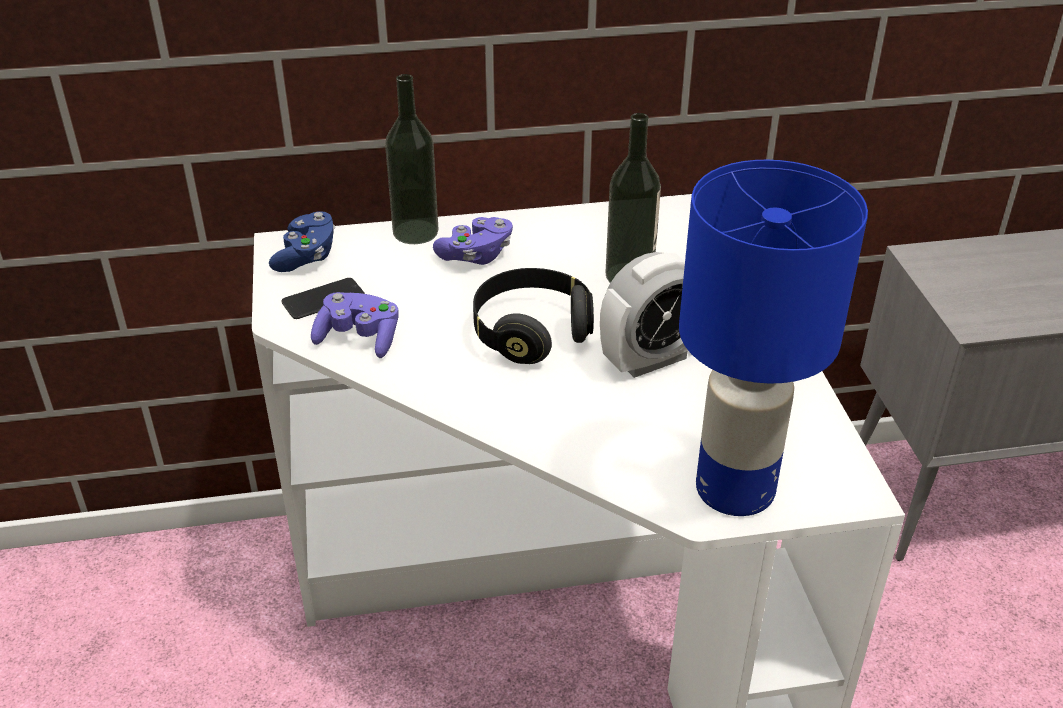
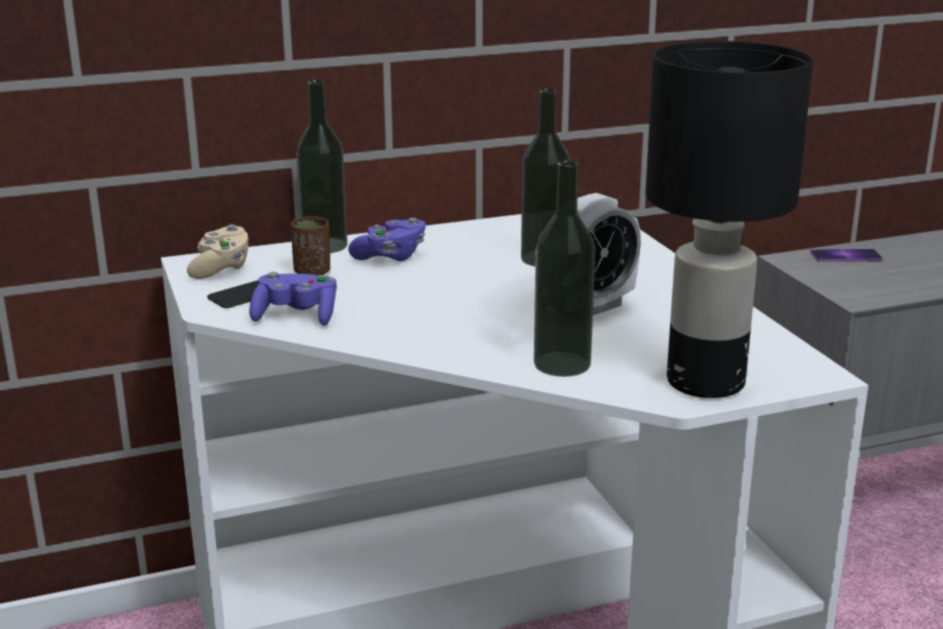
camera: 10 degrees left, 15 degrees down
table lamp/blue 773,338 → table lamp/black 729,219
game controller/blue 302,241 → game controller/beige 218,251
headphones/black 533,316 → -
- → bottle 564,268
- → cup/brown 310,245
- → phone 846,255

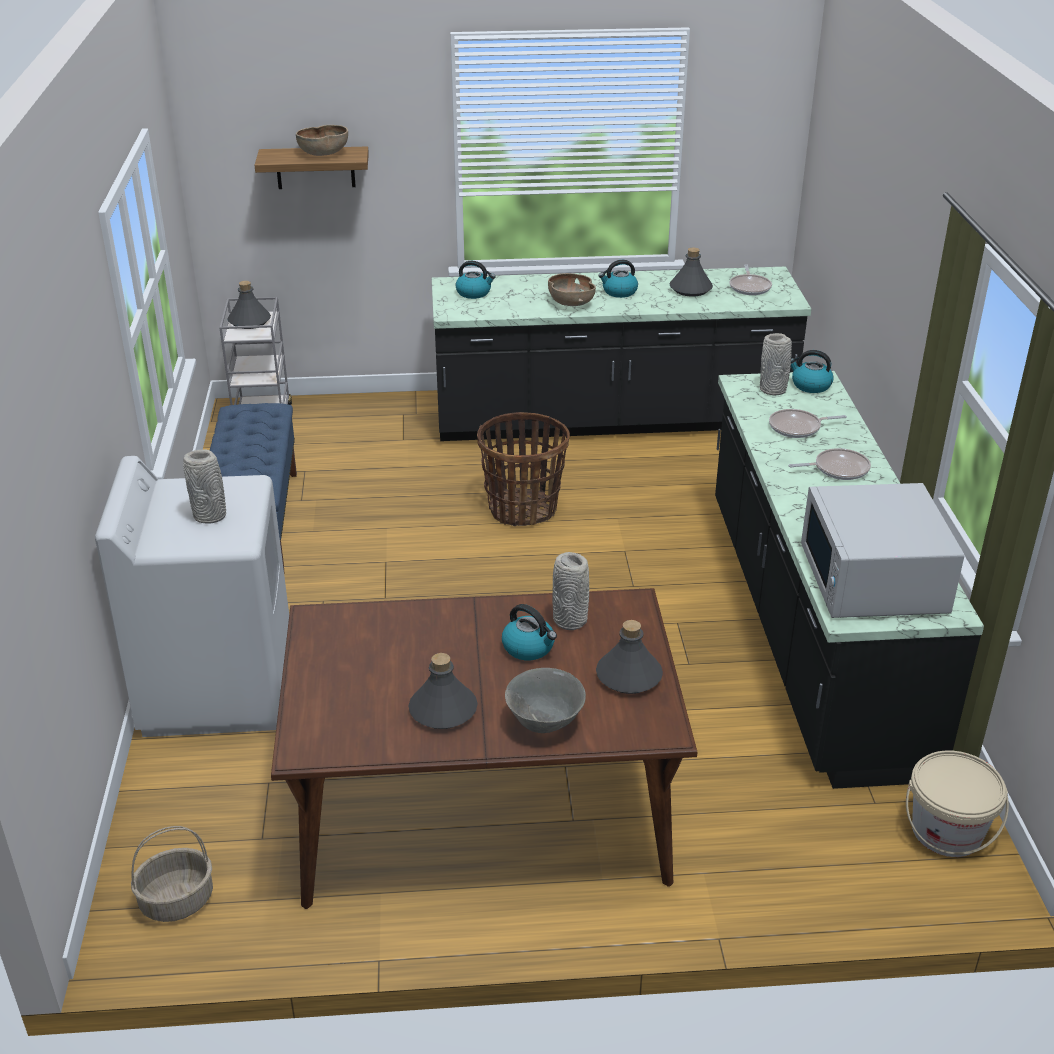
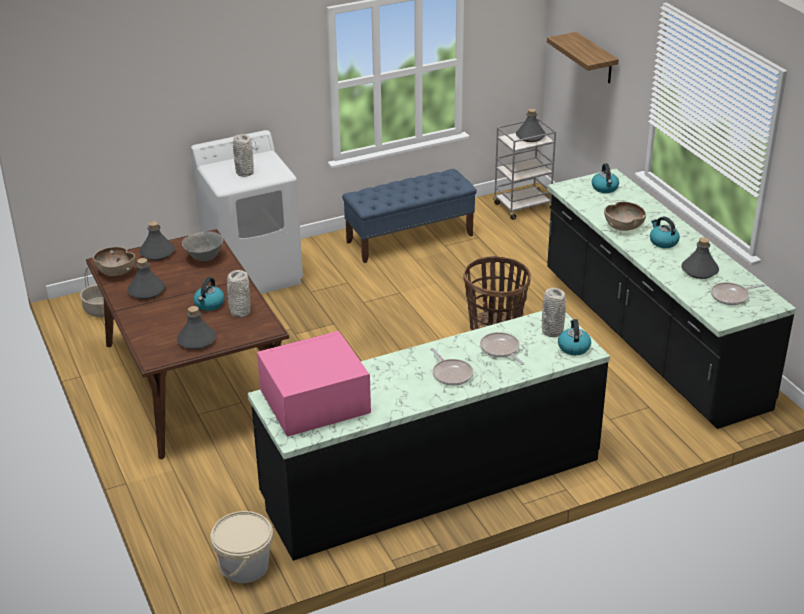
camera: 70 degrees right, 0 degrees up
bowl/brown 322,140 → bowl/brown 114,261, moved
microwave/white 882,550 → microwave/pink 314,383
bowl/grey 545,700 → bowl/grey 202,246, moved
- → bottle/grey 157,241

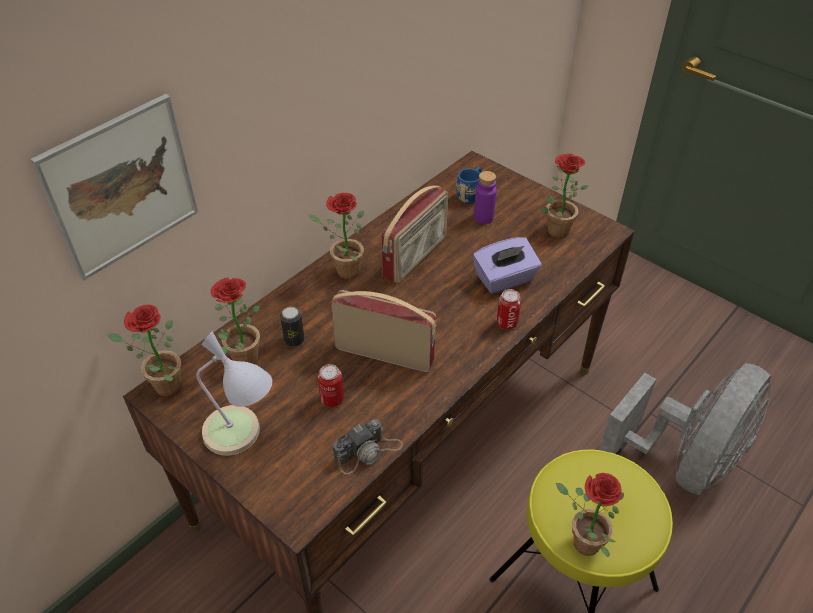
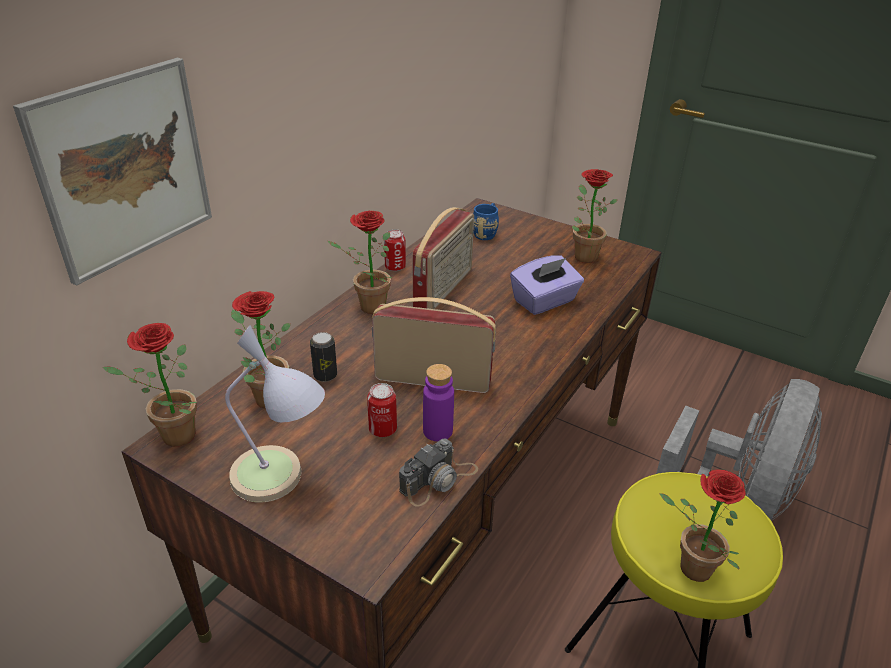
camera: 10 degrees left, 10 degrees down
bottle/purple 485,197 → bottle/purple 438,403, moved
can 508,309 → can 395,250, moved

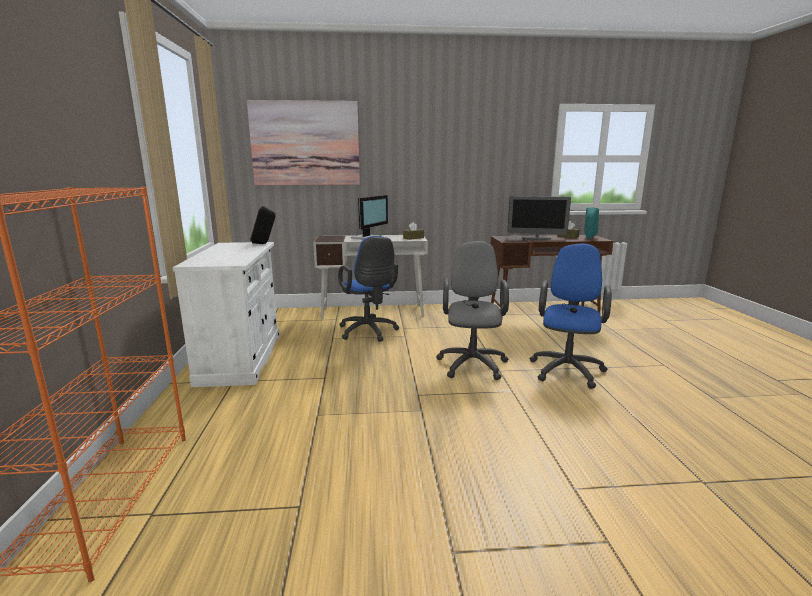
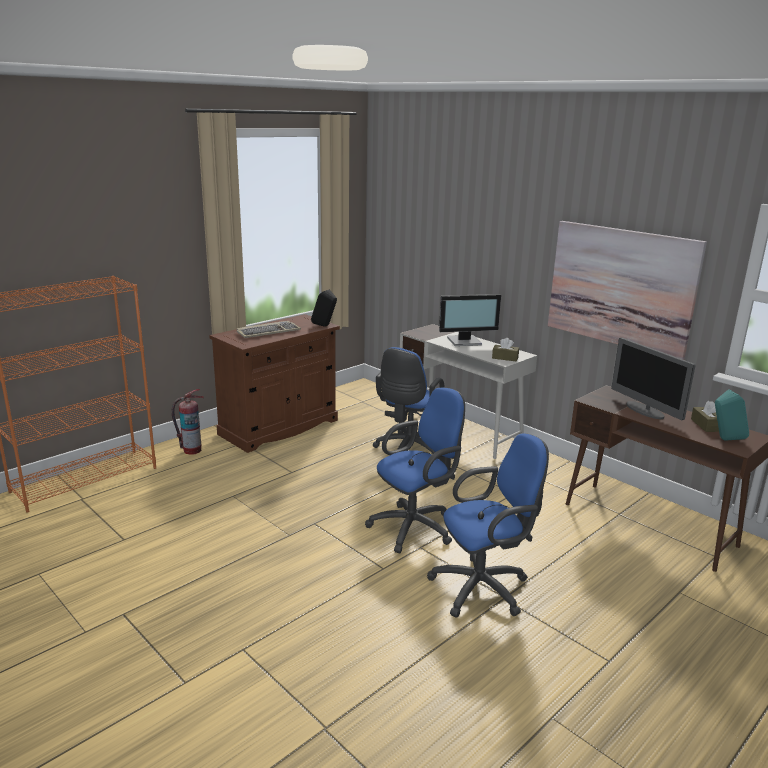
camera: 50 degrees right, 5 degrees up
picture 303,142 → picture 627,290, moved
office chair/grey 472,310 → office chair/blue 415,470
cabinet/white 226,314 → cabinet/brown 274,383
- → keyboard 269,329
- → fire extinguisher 187,422

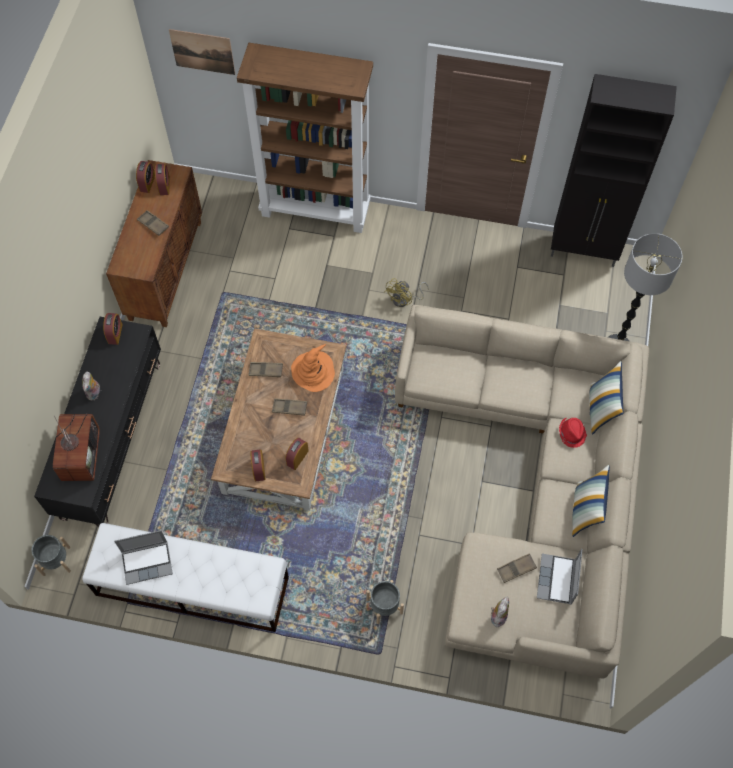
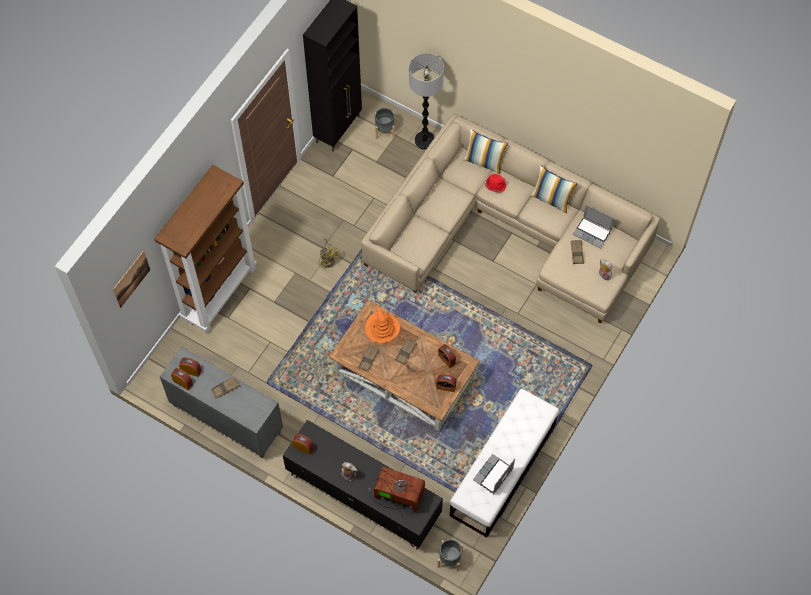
camera: 70 degrees left, 0 degrees up
cabinet/brown 154,243 → cabinet/grey 221,403
laptop 143,557 → laptop 494,474, 150 degrees counterclockwise
planter/grey 385,602 → planter/grey 385,123, moved

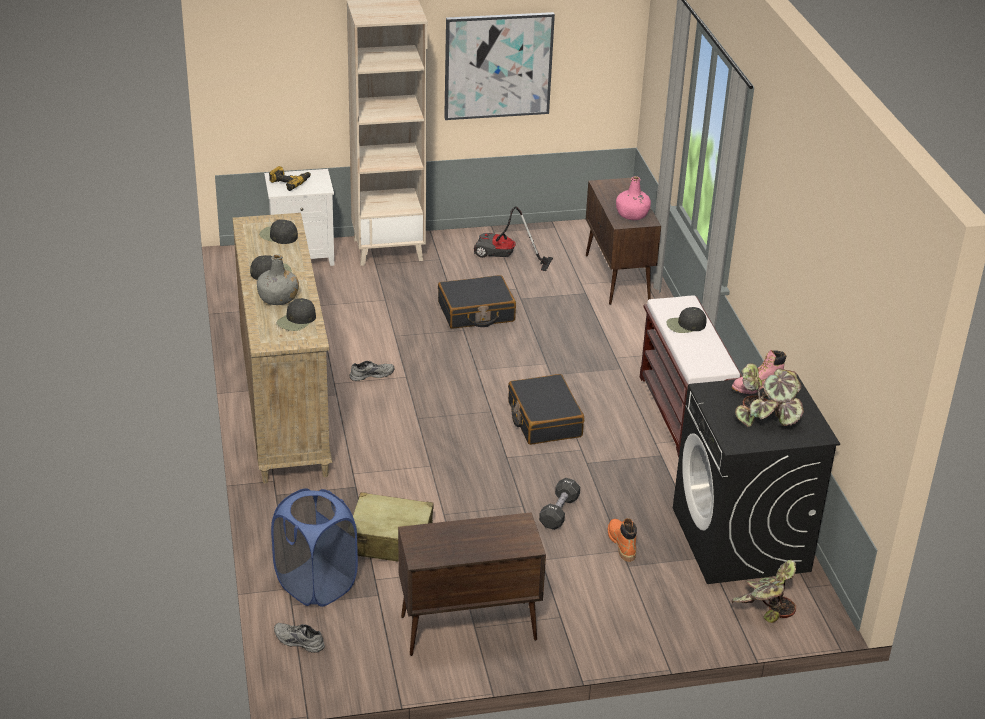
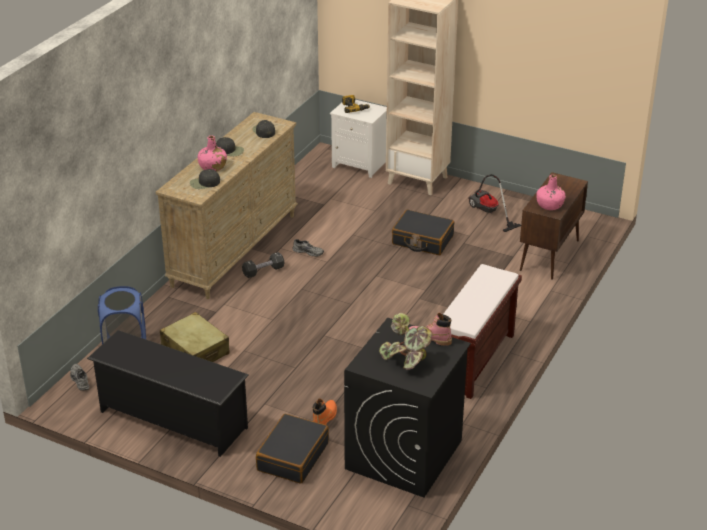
camera: 40 degrees right, 0 degrees up
picture 499,66 → -
bottle/grey 278,279 → bottle/pink 212,153
cap/black 686,320 → -
suitcase/black 546,409 → suitcase/black 292,449, moved
dumbbell/black 559,504 → dumbbell/black 263,265, moved
cabinet/brown 472,584 → shoe rack/black 168,393
potted plant 764,591 → -

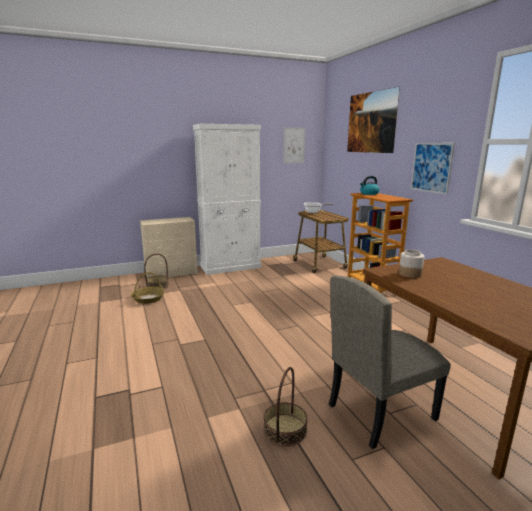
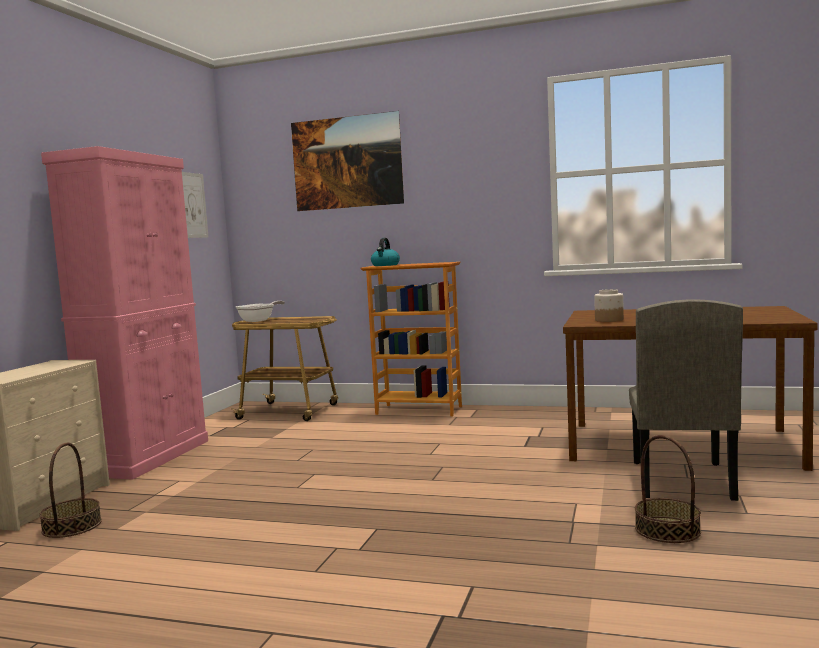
camera: 50 degrees left, 10 degrees down
cabinet/white 227,199 → cabinet/pink 124,313
picture 433,169 → -
basket 148,288 → -

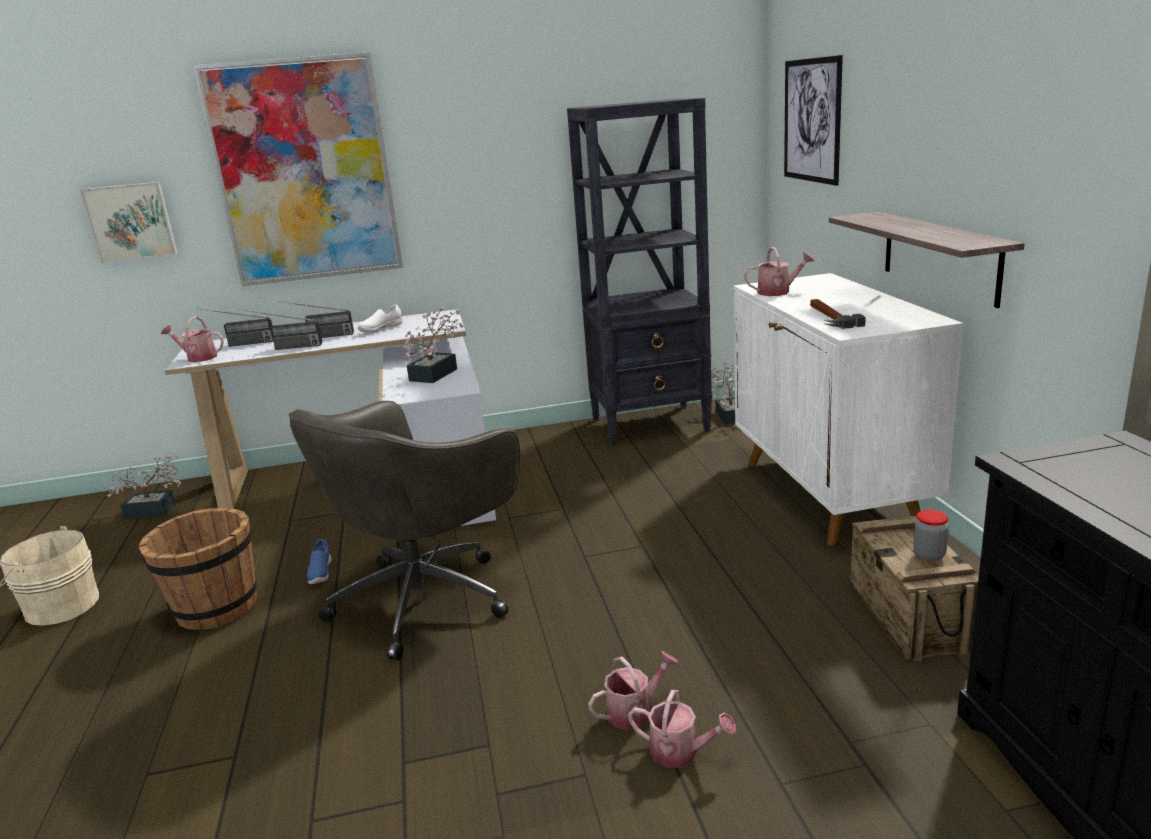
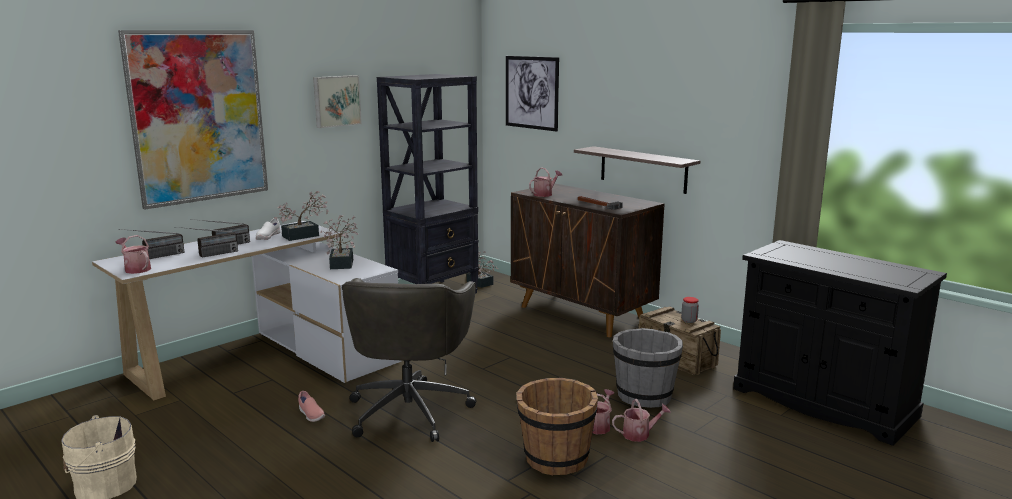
camera: 35 degrees left, 5 degrees down
picture 129,222 → picture 337,101, moved
cabinet/white 848,409 → cabinet/brown 587,260
watering can 192,339 → watering can 133,254, 60 degrees clockwise
potted plant 144,487 → potted plant 301,216, moved
bucket/brown 197,569 → bucket/brown 557,426, moved
shoe/blue 319,561 → shoe/pink 311,406
- → bucket/grey 648,368

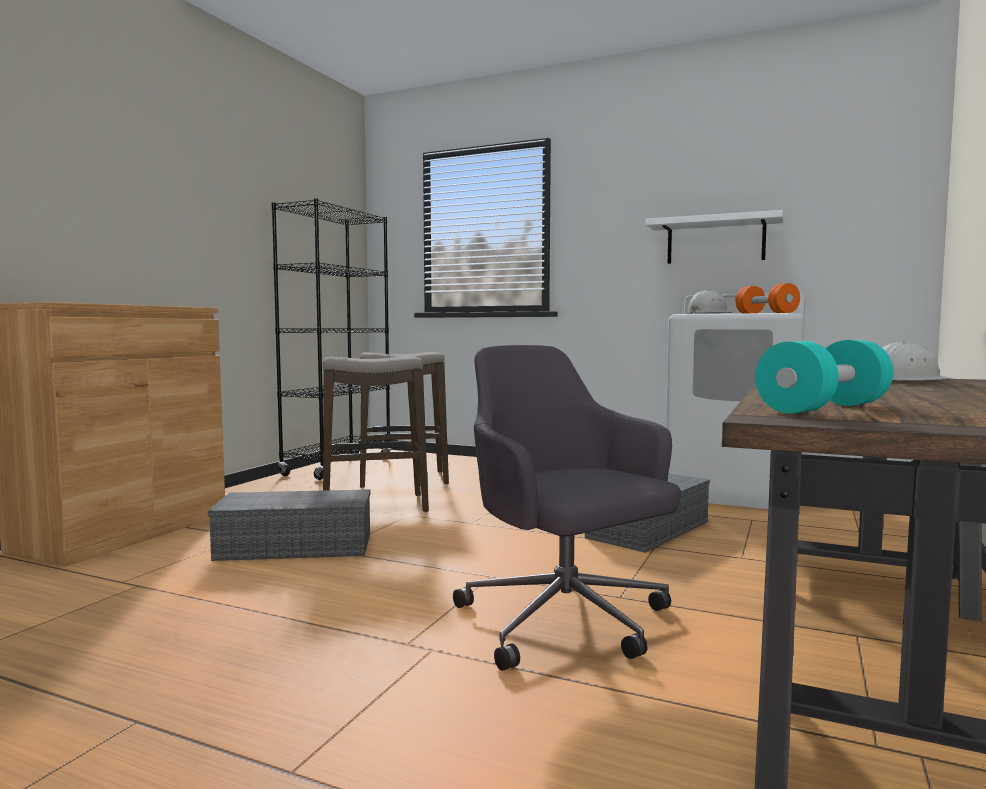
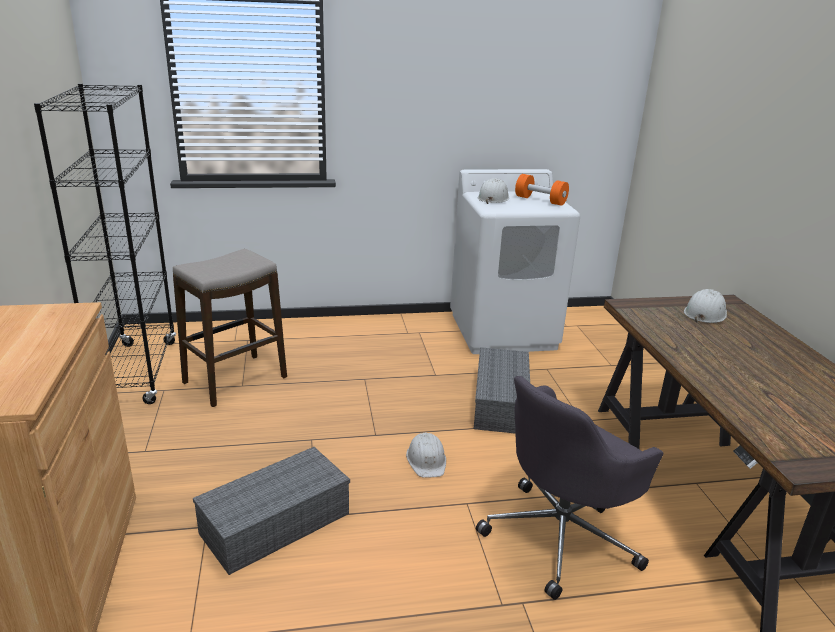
camera: 35 degrees left, 20 degrees up
shelf/white 714,237 → -
dumbbell/turquoise 824,376 → -
office chair/grey 567,508 → office chair/grey 570,488, 60 degrees counterclockwise
stool 376,434 → -
- → hard hat/white 426,455

